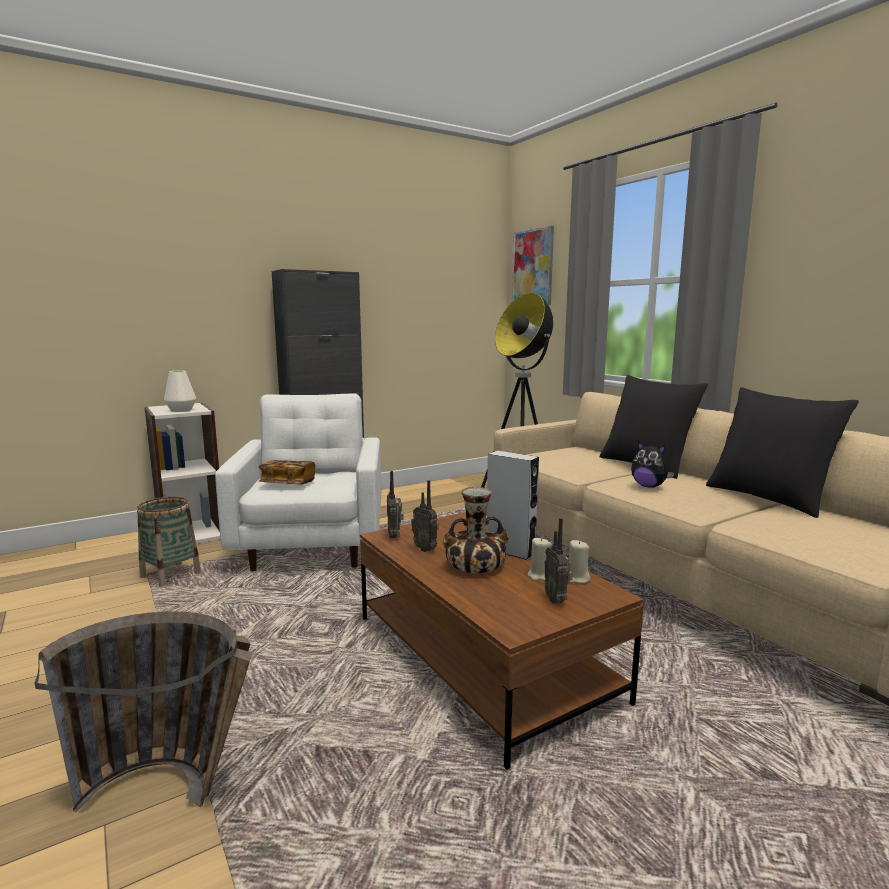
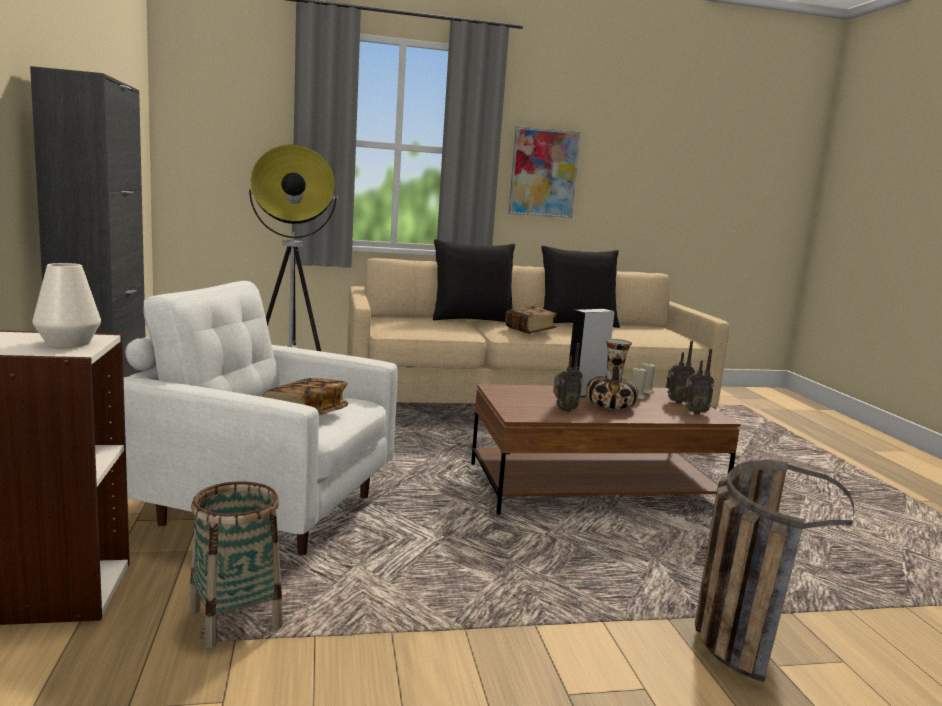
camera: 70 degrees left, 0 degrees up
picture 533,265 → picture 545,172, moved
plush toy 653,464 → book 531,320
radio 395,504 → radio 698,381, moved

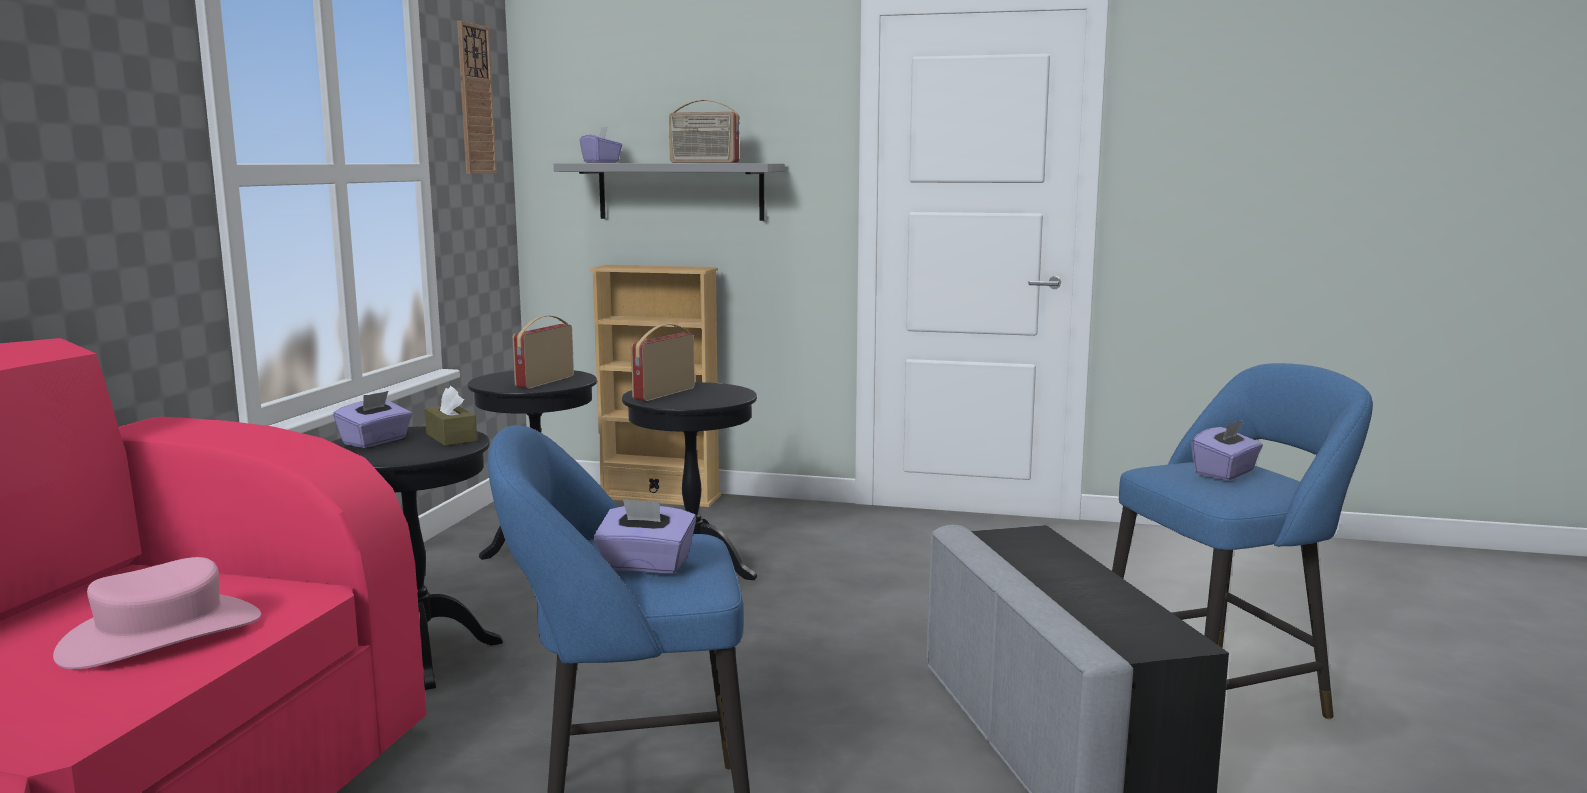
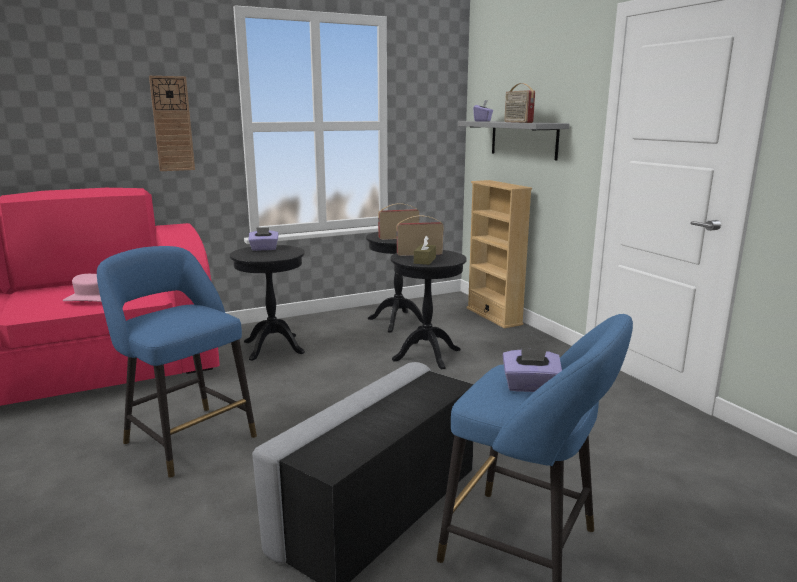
camera: 50 degrees right, 5 degrees up
wall clock 477,97 → wall clock 172,123, moved
tissue box/brown 450,416 → tissue box/brown 425,250, moved
tissue box/purple 645,536 → -

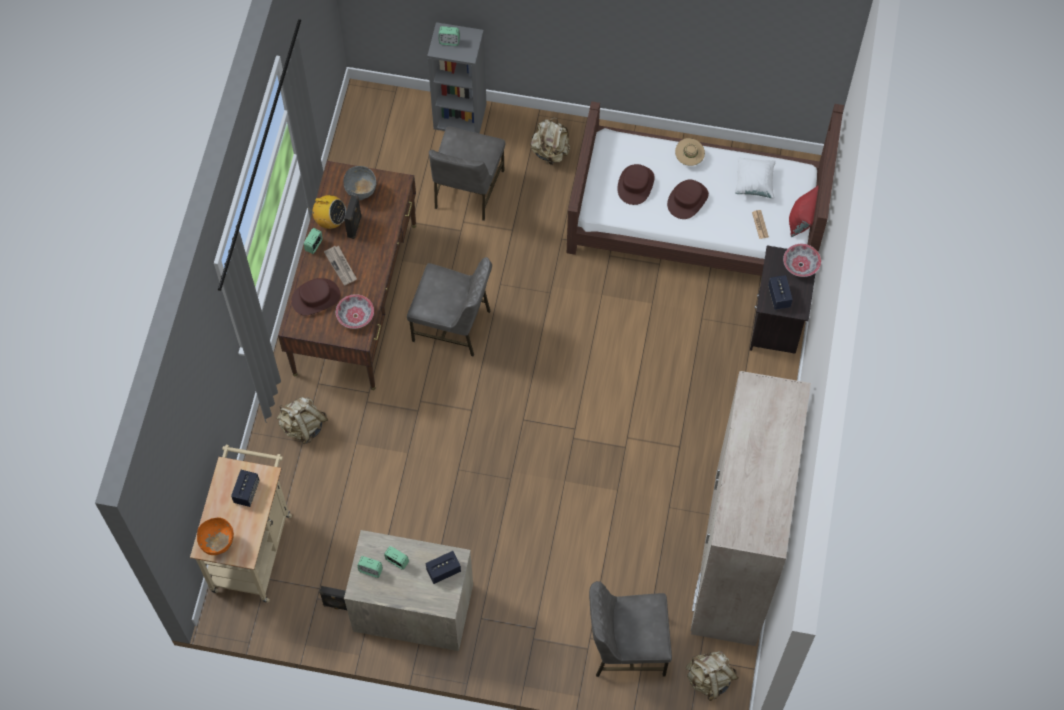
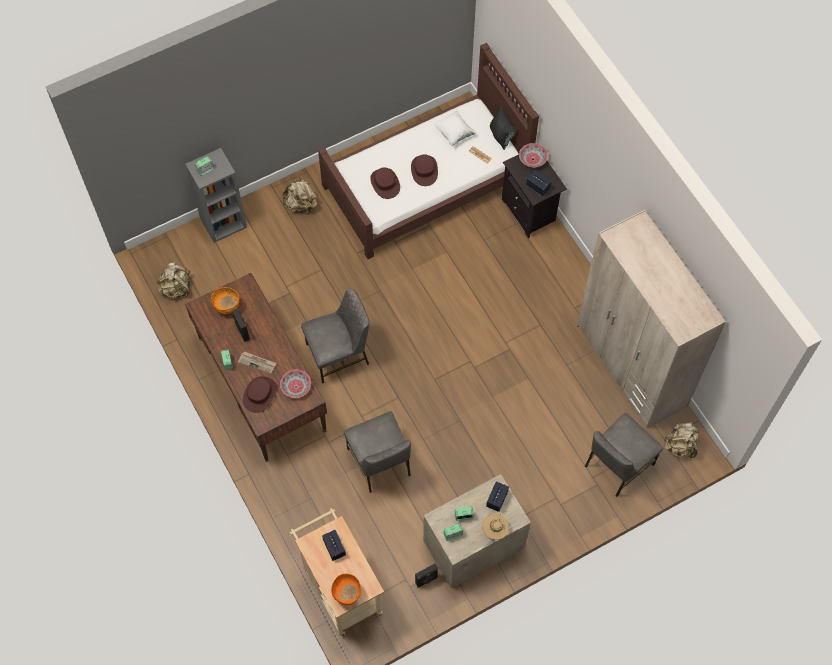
camera: 40 degrees left, 0 degrees up
chair/grey 467,173 → chair/grey 377,452, moved
hat/beige 690,152 → hat/beige 495,526, moved
bowl/grey 360,183 → bowl/orange 225,300
pillow/red 804,211 → pillow/black 503,127
radio 329,212 → -
backpack/beige 302,420 → backpack/beige 173,280, moved

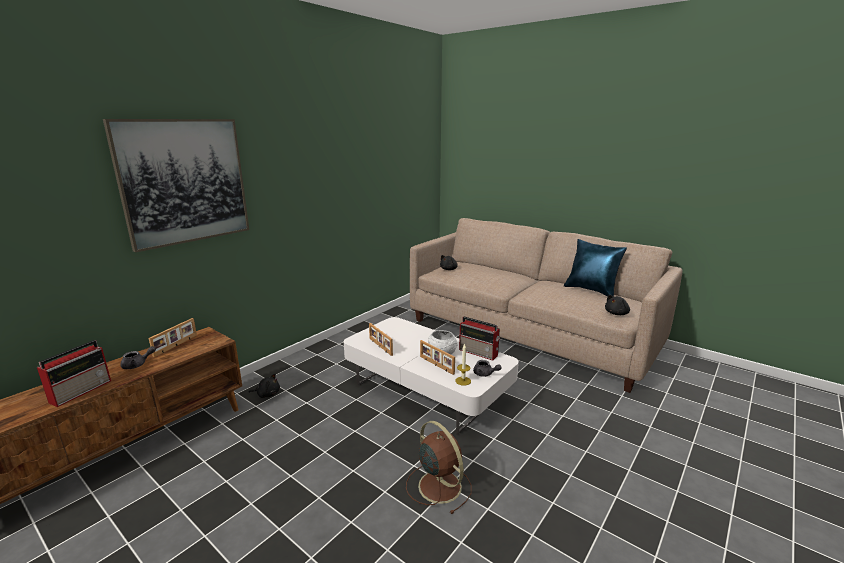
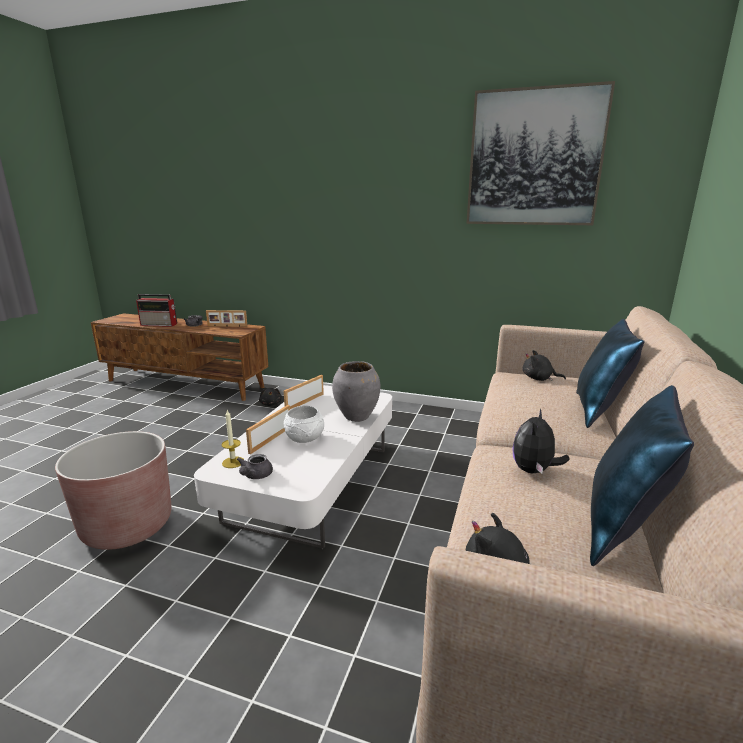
camera: 70 degrees right, 0 degrees up
picture 176,186 → picture 541,153, moved
radio 479,338 → -
fan/brown 438,467 → planter/brown 113,490
- → pillow/blue 610,373
- → vase/grey 356,391
- → plush toy 541,441

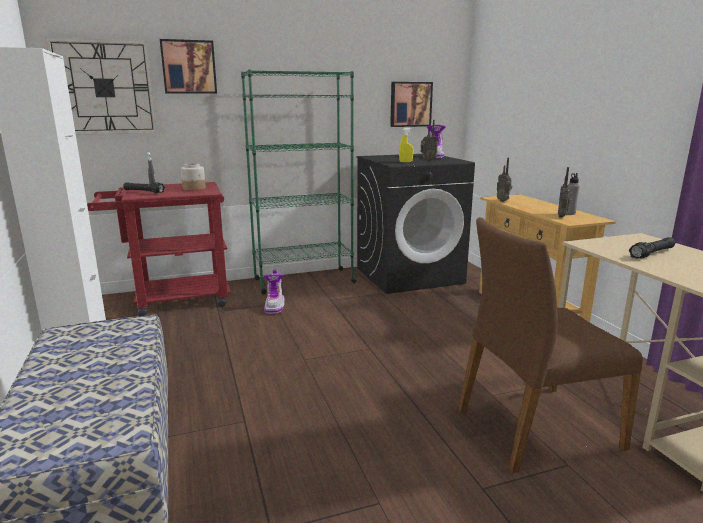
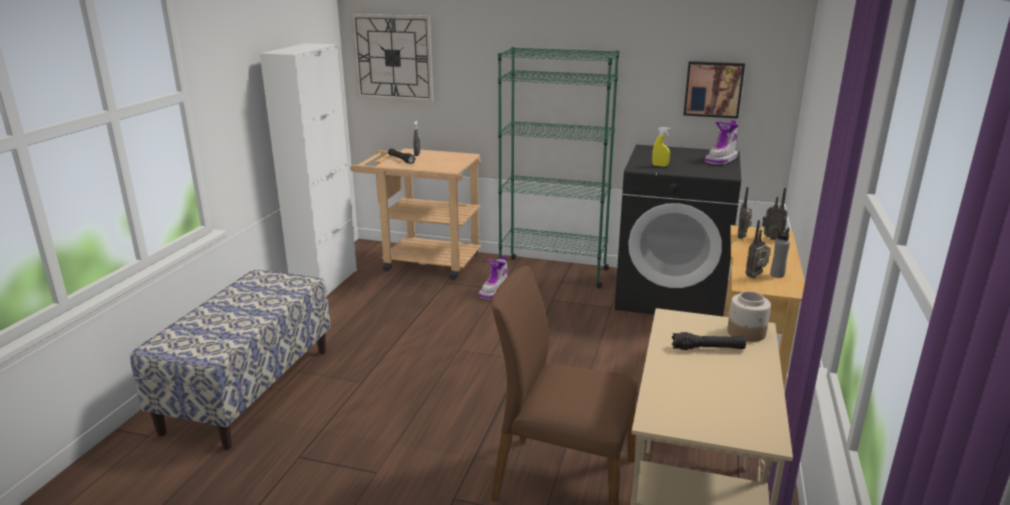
camera: 35 degrees right, 5 degrees up
picture 188,66 → -
radio 429,141 → radio 775,214, moved
jar 193,176 → jar 749,316, moved
cart/red 159,249 → cart/beige 415,214

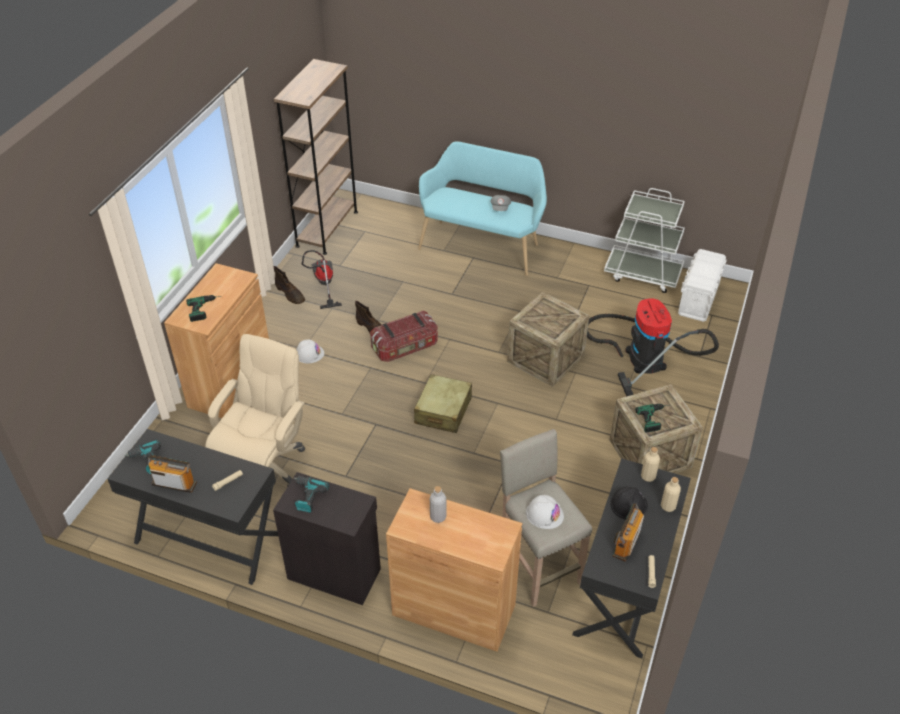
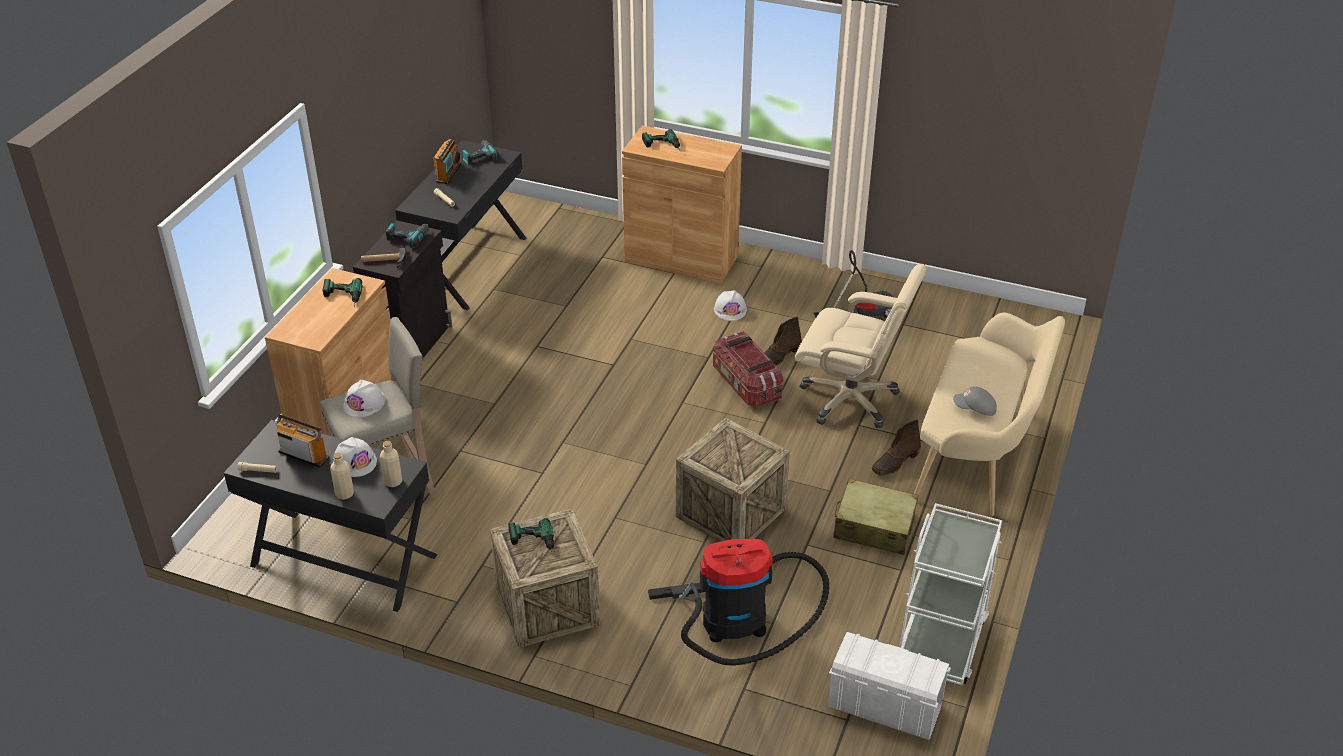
camera: 90 degrees right, 5 degrees down
bookcase/brown 316,157 → -
bench/turquoise 482,208 → bench/beige 989,414
boot/brown 289,285 → boot/brown 896,448, moved
office chair/beige 255,410 → office chair/beige 861,346, moved
suitcase/beige 443,403 → suitcase/beige 875,516, moved
bottle/grey 438,504 → power drill 343,292
hard hat/black 629,503 → hard hat/white 355,457
- → hammer 383,256

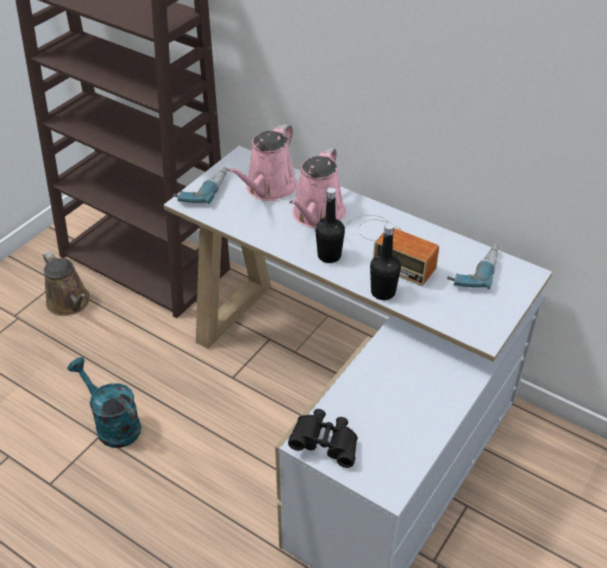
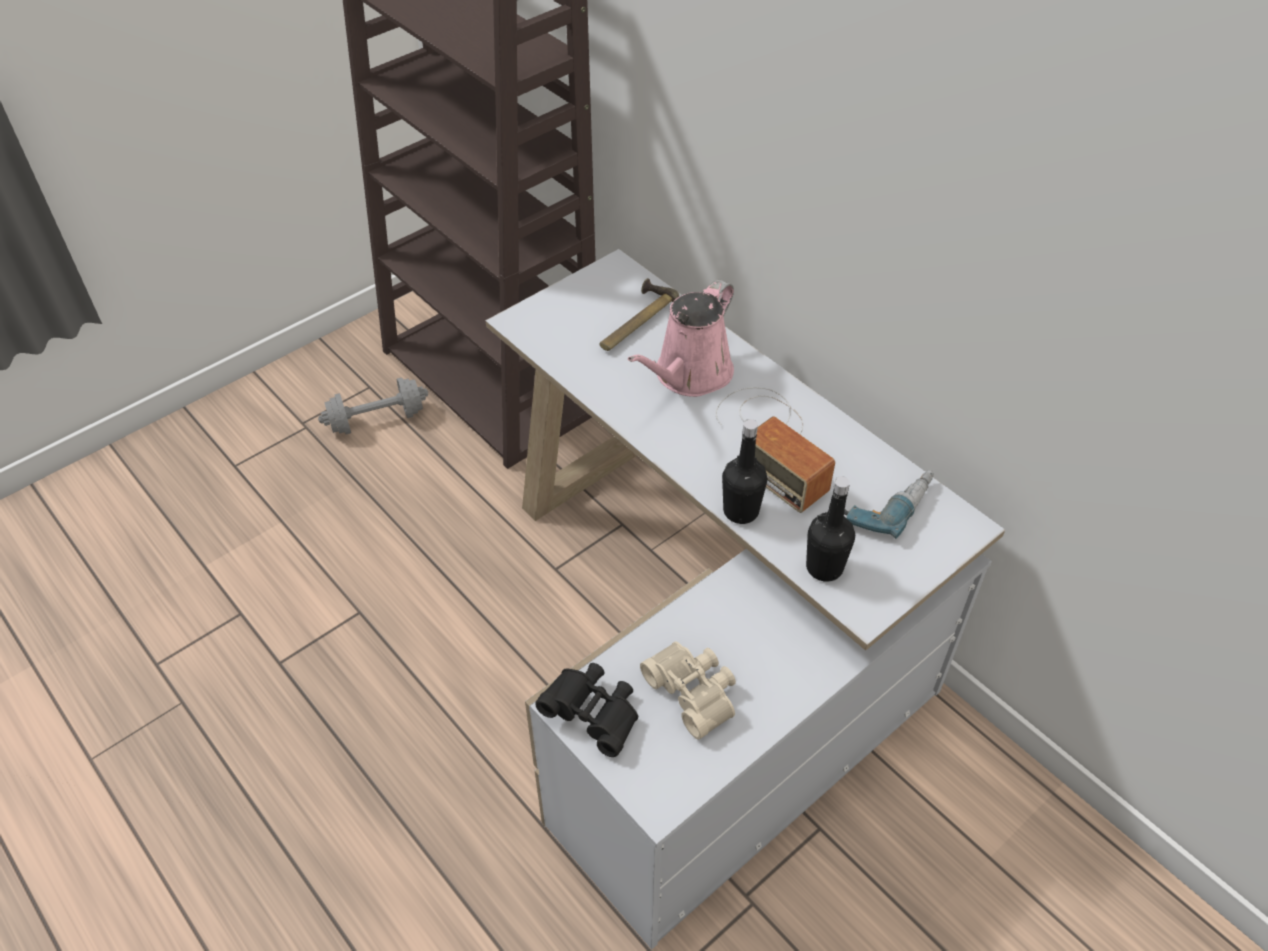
camera: 15 degrees right, 5 degrees up
watering can/pink 262,162 → hammer 639,314
power drill 200,185 → -
bottle/black 330,225 → bottle/black 830,529, moved
watering can/brown 66,283 → dumbbell/grey 373,406
watering can/turquoise 104,402 → -
- → binoculars/beige 688,691

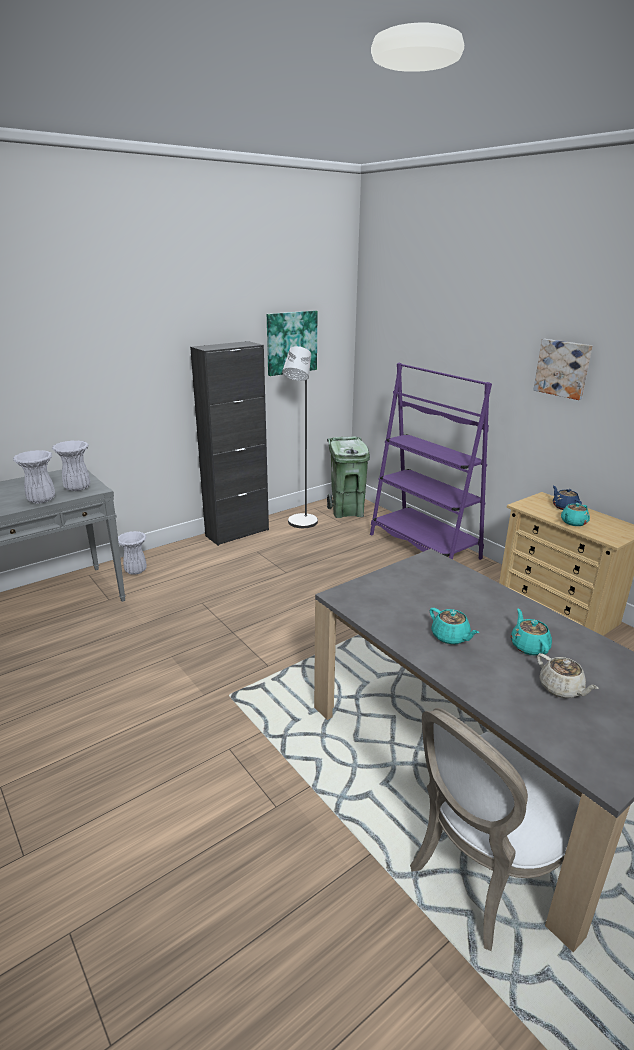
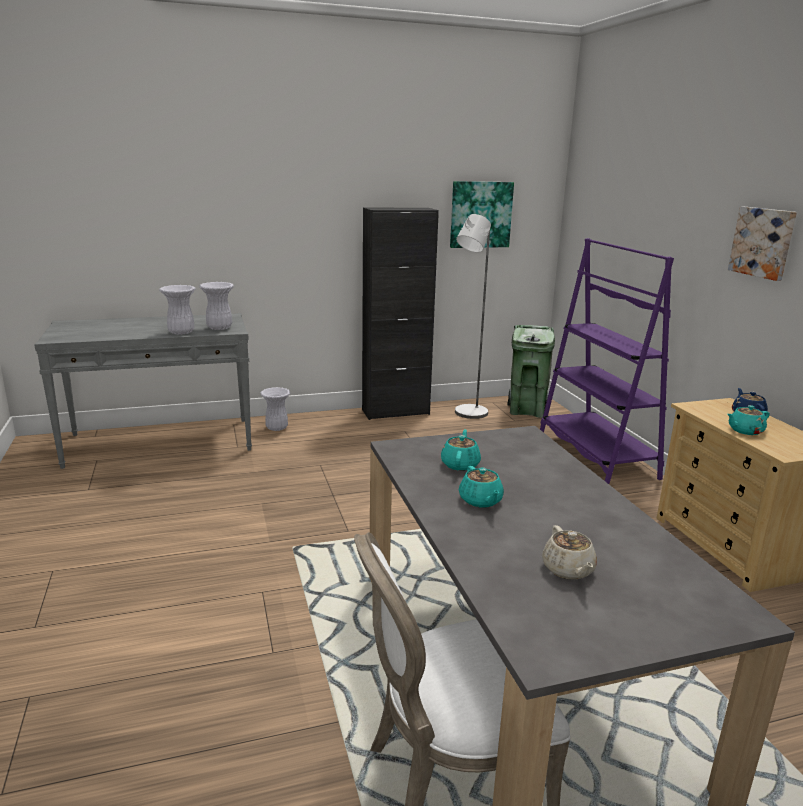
camera: 20 degrees right, 5 degrees down
teapot/turquoise 531,632 → teapot/turquoise 461,450, moved

